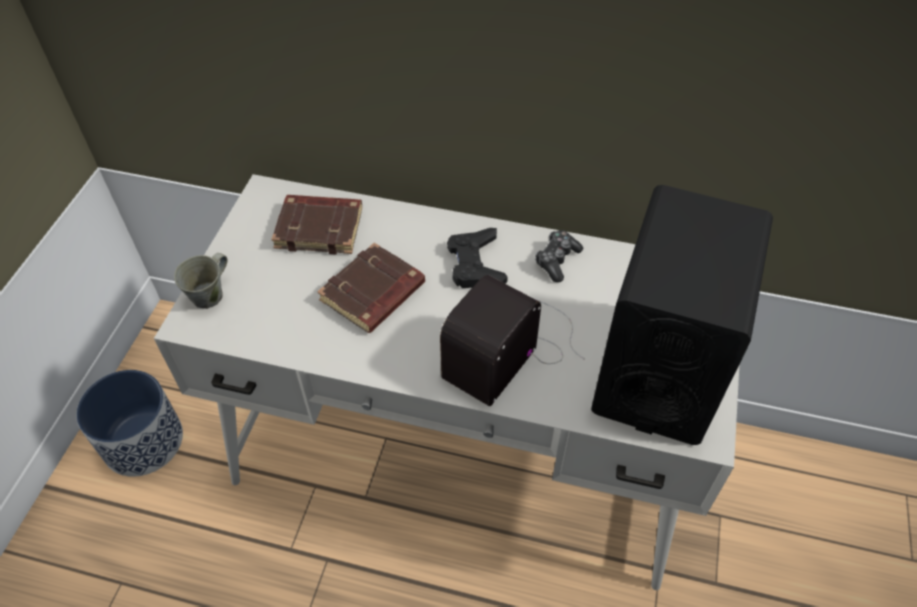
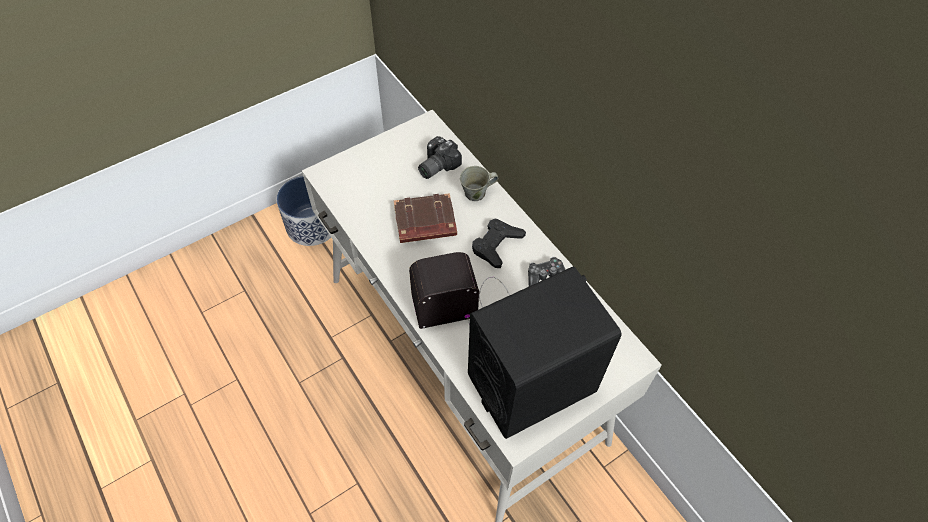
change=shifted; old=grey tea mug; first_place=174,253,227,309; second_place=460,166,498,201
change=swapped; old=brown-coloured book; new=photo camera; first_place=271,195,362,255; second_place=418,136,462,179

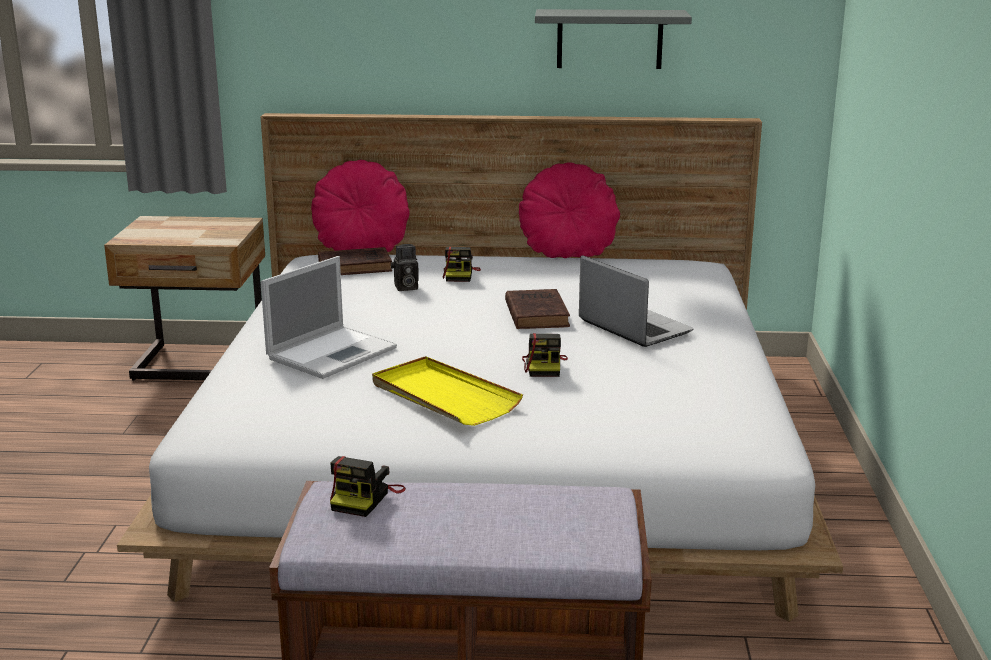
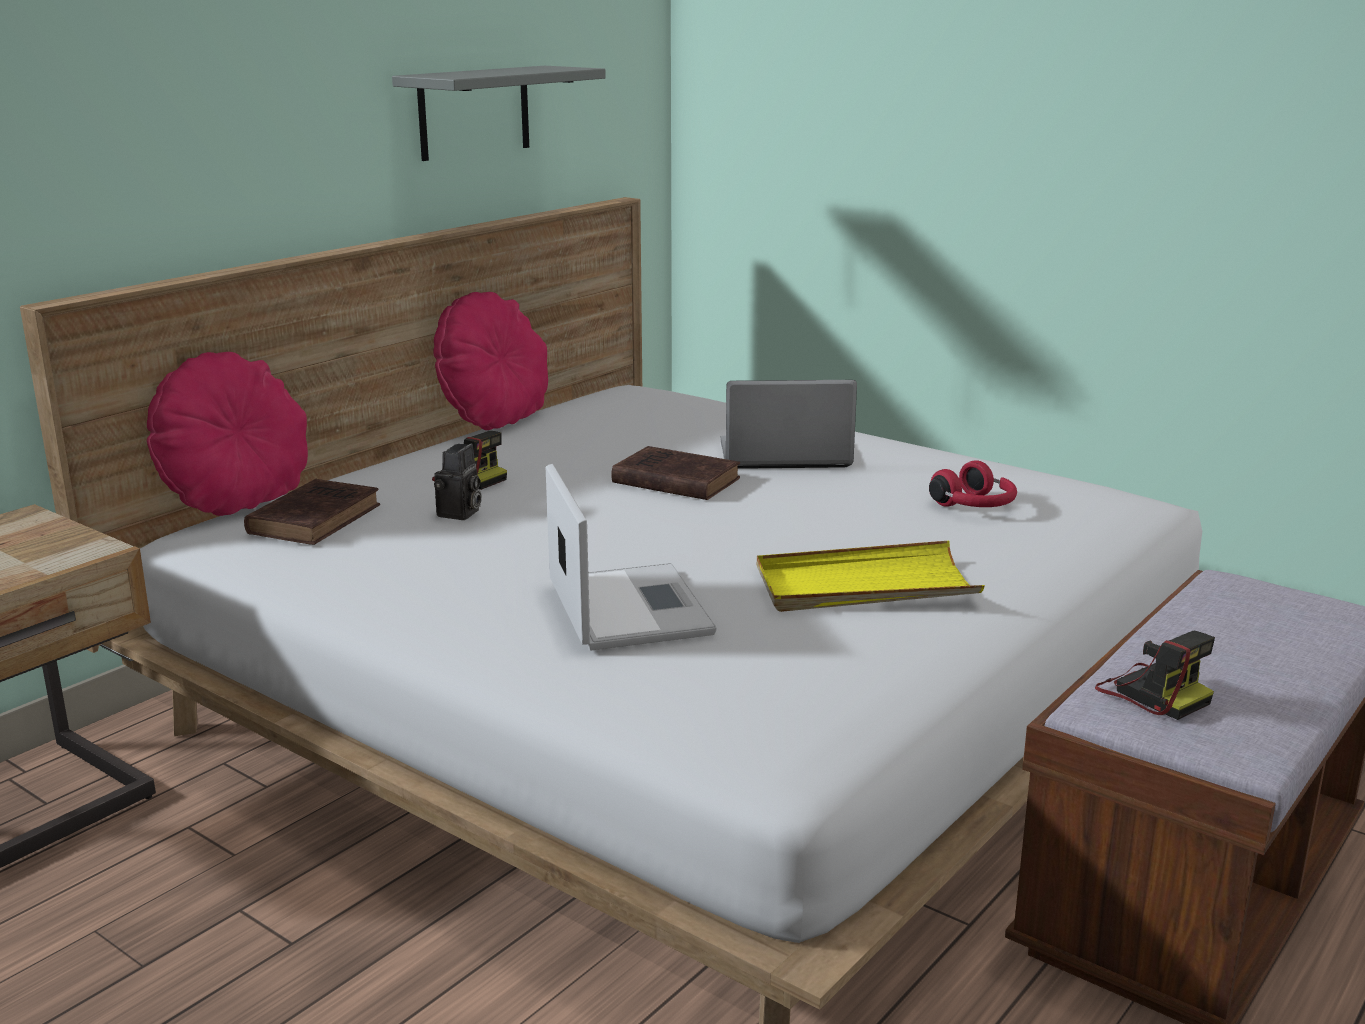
change=gone; old=photo camera; first_place=522,333,568,377
change=new; new=red headphones; second_place=929,460,1017,507

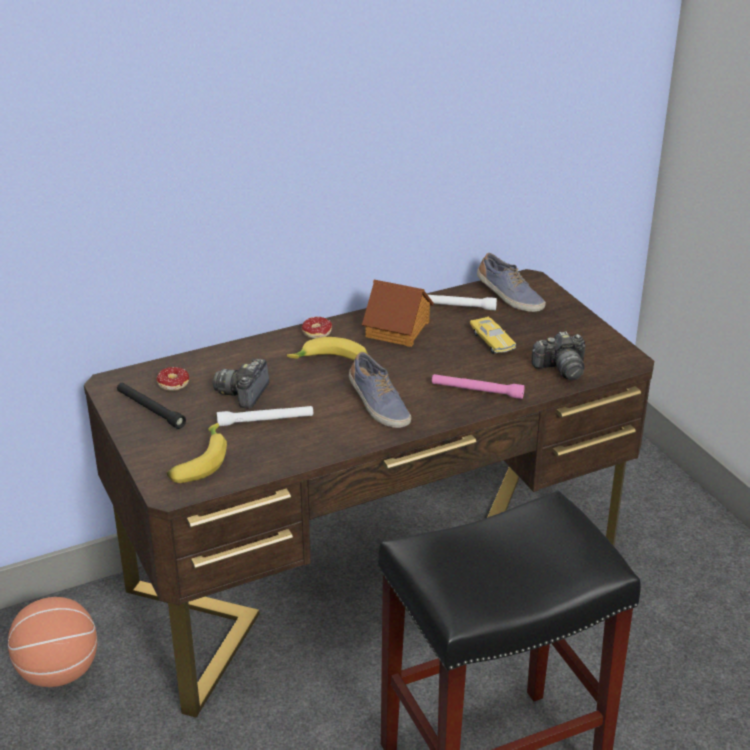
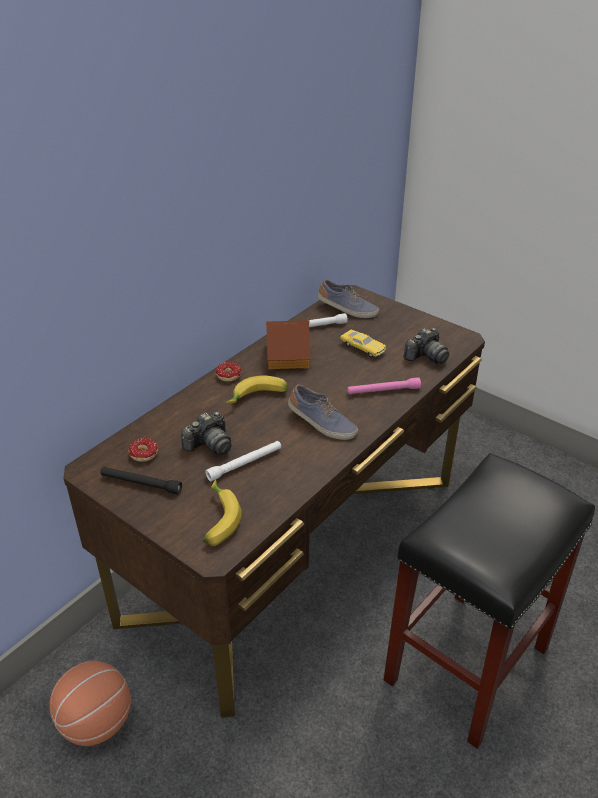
change=rotated; old=photo camera; first_place=213,359,269,408; second_place=181,411,232,455; degrees=-120

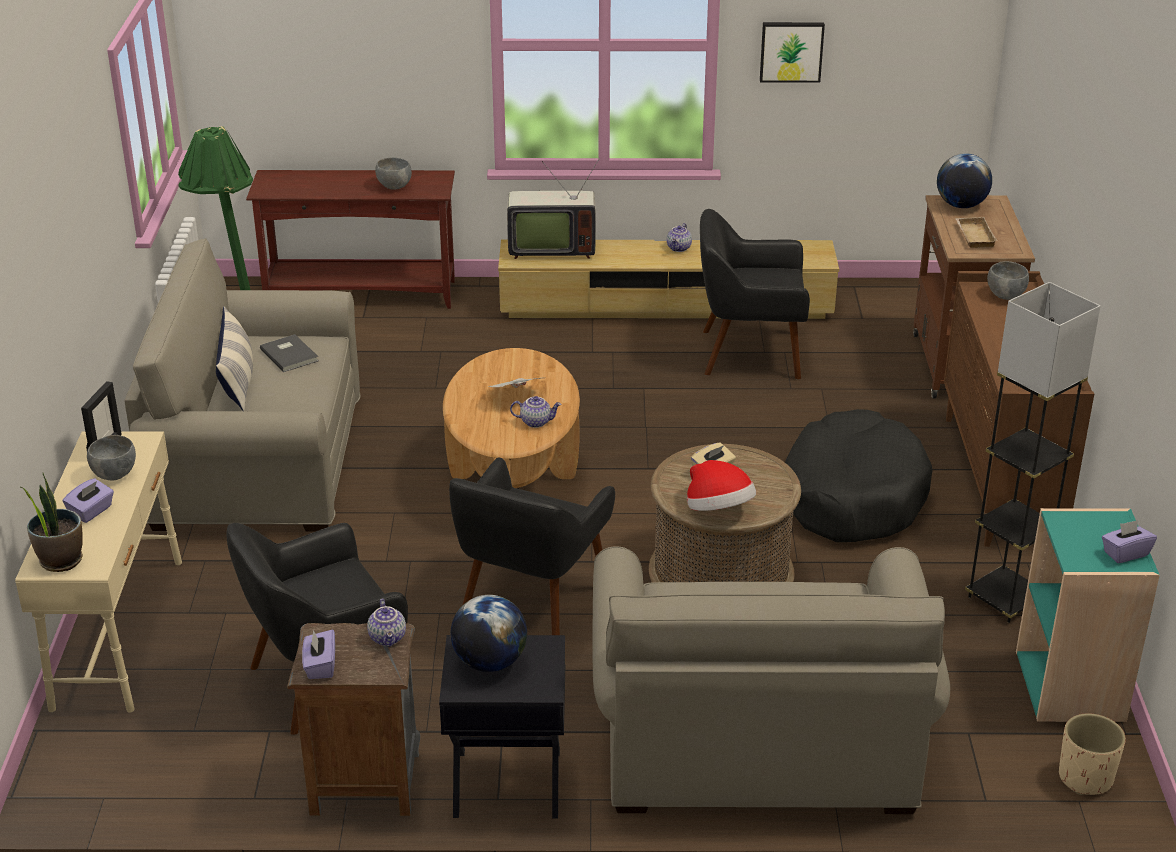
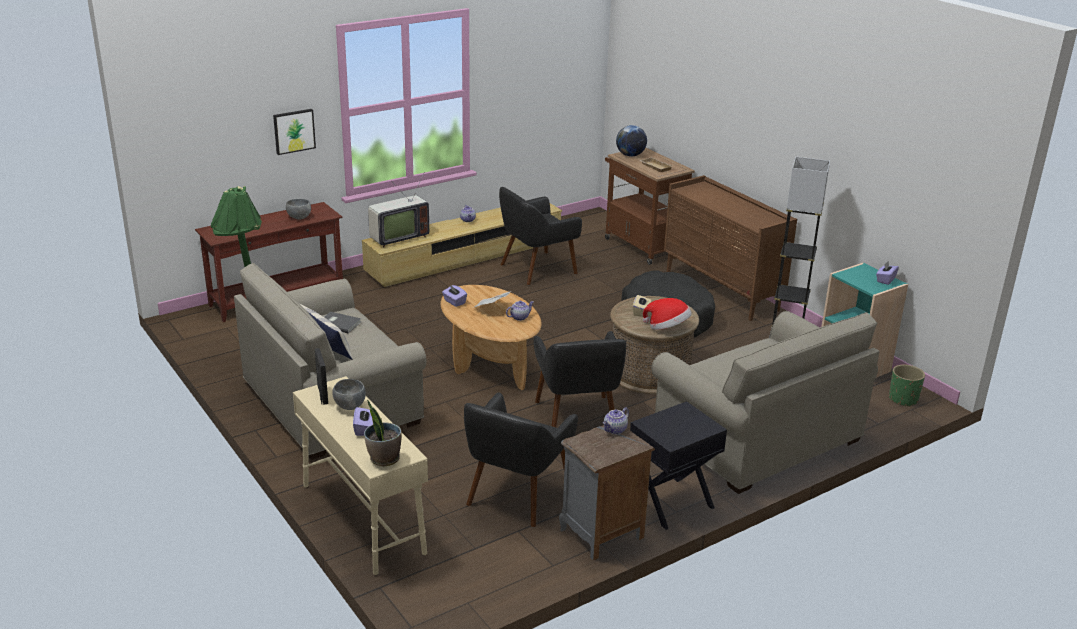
change=gone; old=desk globe; first_place=450,595,527,672
change=gone; old=grey serving bowl; first_place=987,261,1029,300
change=shifted; old=purple-coloured box of tissues; first_place=302,630,335,679; second_place=442,285,467,307
change=shifted; old=wall art; first_place=760,22,825,83; second_place=273,109,316,155
change=repainted; old=beige planter; new=green-coloured planter; first_place=1059,713,1126,795; second_place=889,365,925,407
change=rotated; old=teapot; first_place=367,599,406,647; second_place=603,407,629,434; degrees=90

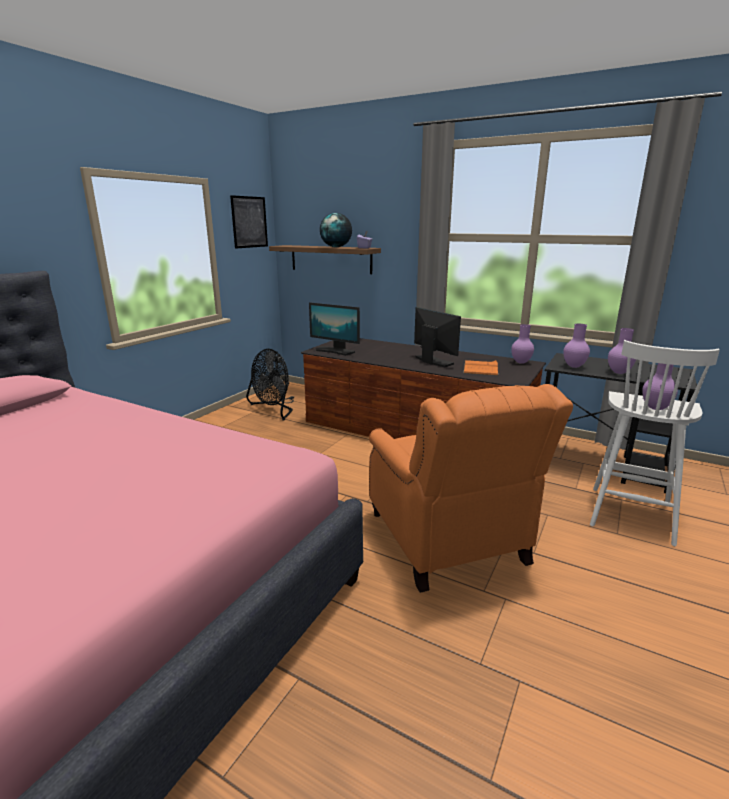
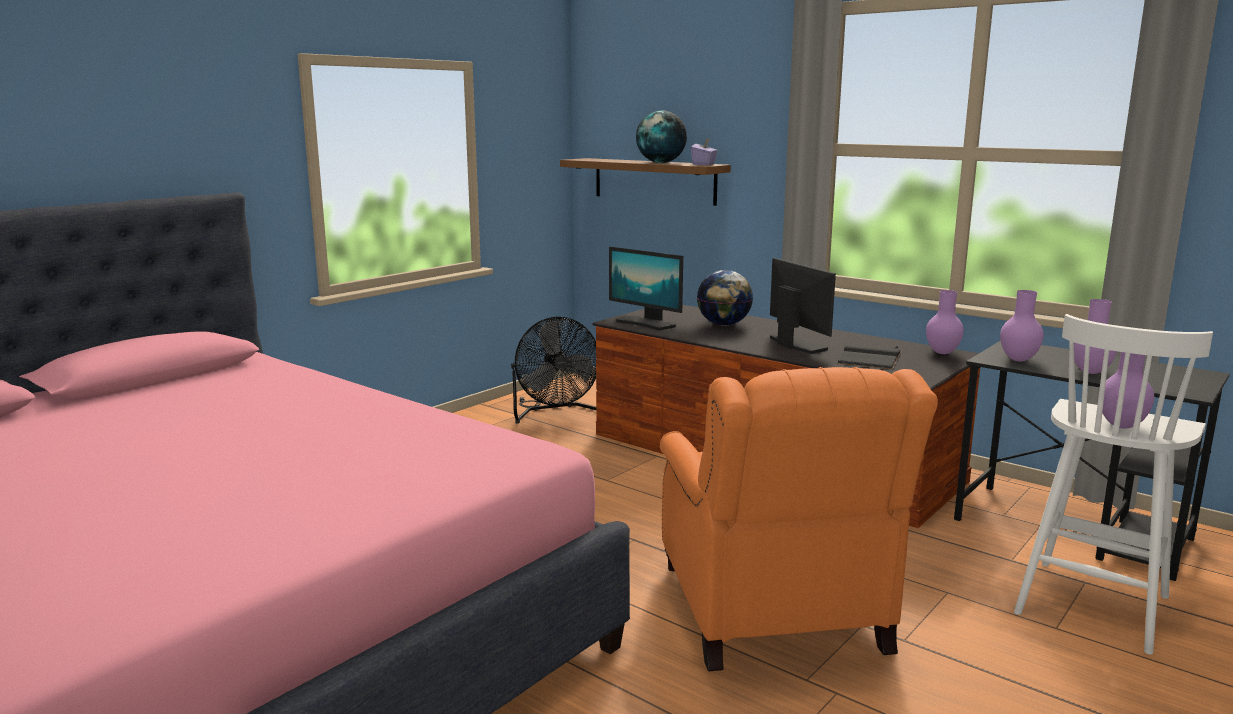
change=gone; old=wall art; first_place=230,195,268,249
change=new; new=desk globe; second_place=697,270,753,326
change=repainted; old=orange-coloured book; new=black book; first_place=463,360,498,376; second_place=837,345,901,370
change=rotated; old=black cooling fan; first_place=246,349,294,420; second_place=511,317,598,424; degrees=-75

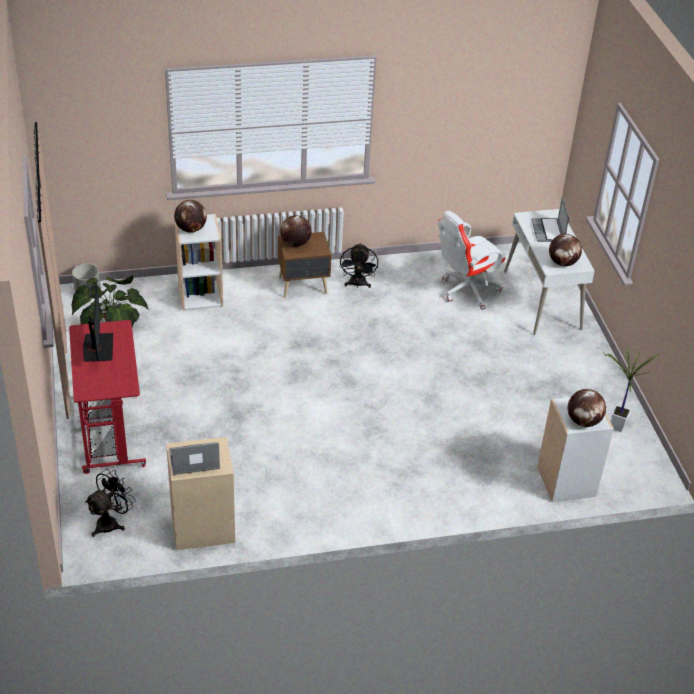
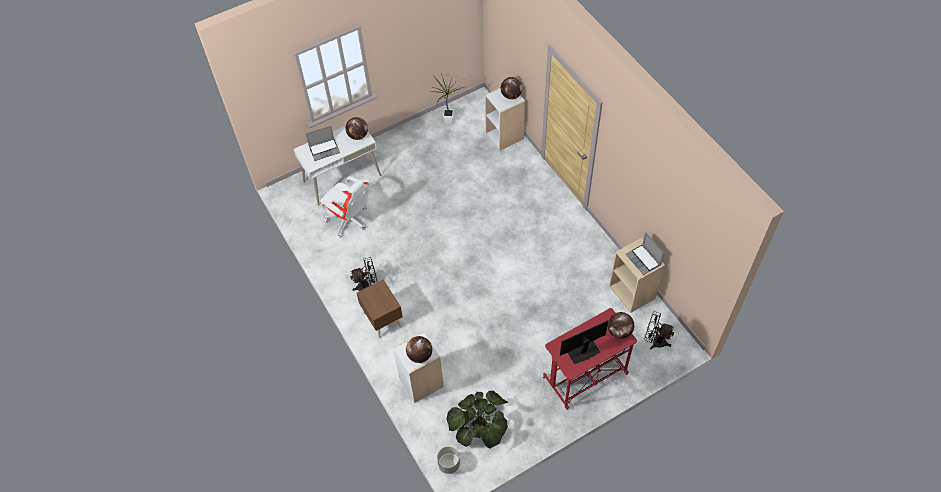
change=shifted; old=desk globe; first_place=280,215,312,247; second_place=608,312,634,339

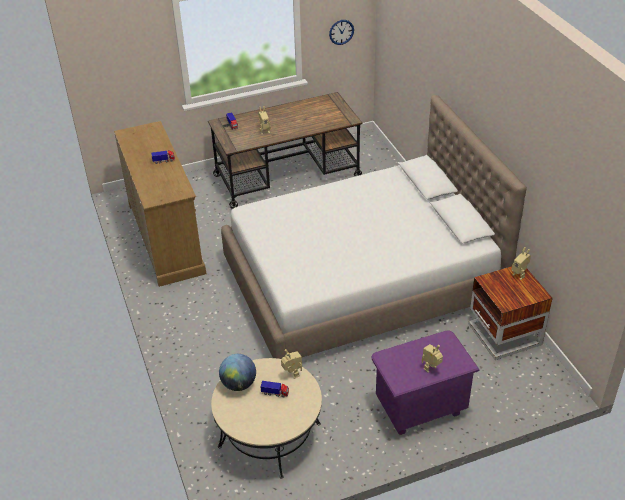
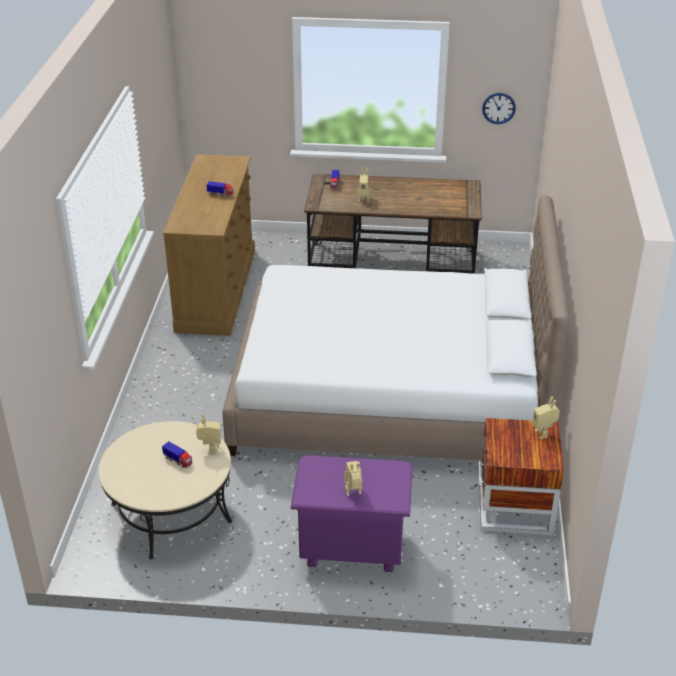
change=gone; old=desk globe; first_place=219,354,256,391

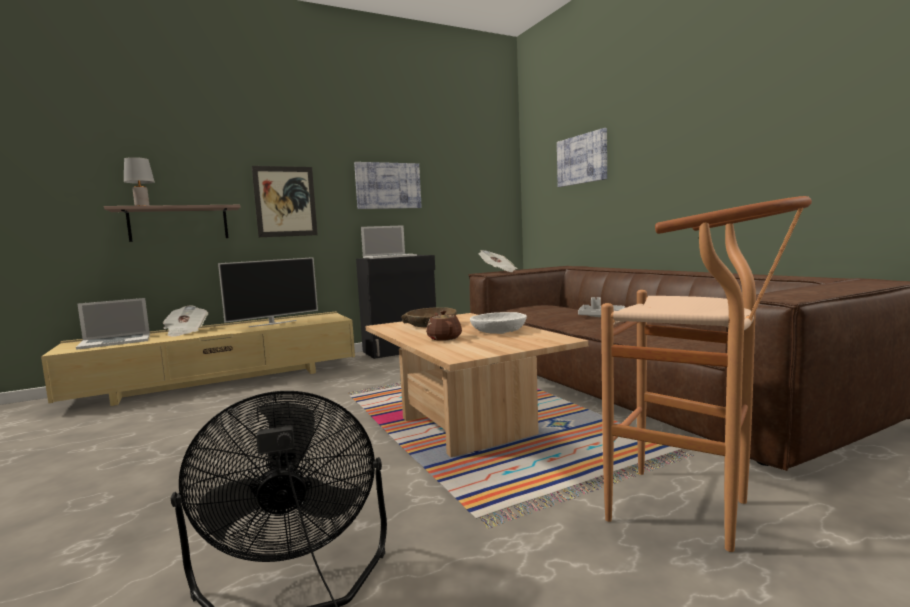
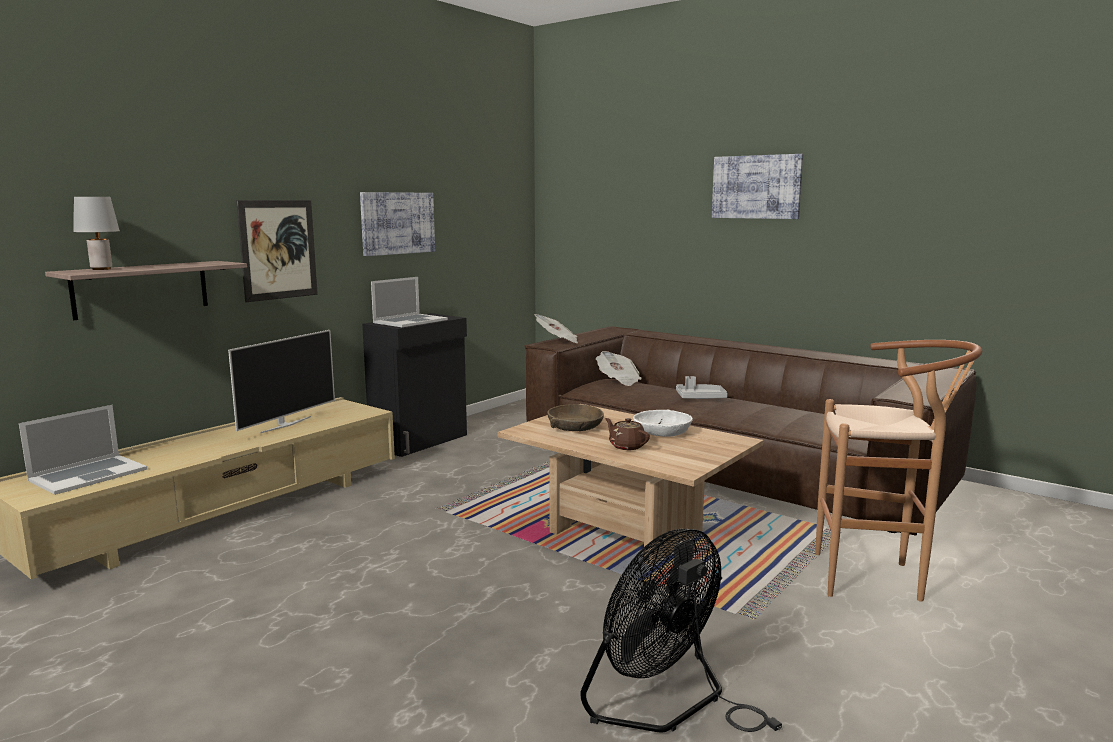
change=shifted; old=daily paper; first_place=163,306,208,337; second_place=596,351,642,386
change=shifted; old=wall art; first_place=557,128,607,187; second_place=712,154,803,219

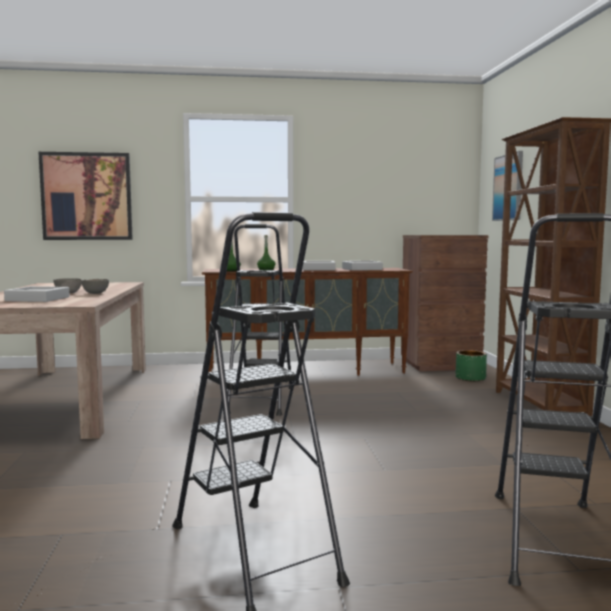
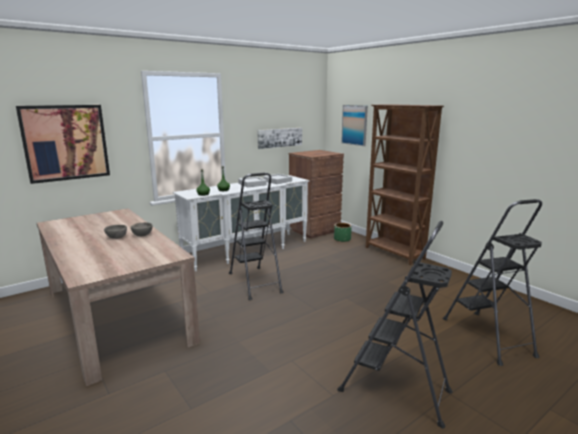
change=gone; old=grey carrying tray; first_place=4,286,69,302
change=new; new=wall art; second_place=258,128,302,149
change=repainted; old=brown-coloured storage cabinet; new=whitish storage cabinet; first_place=202,268,413,376; second_place=172,175,310,271

